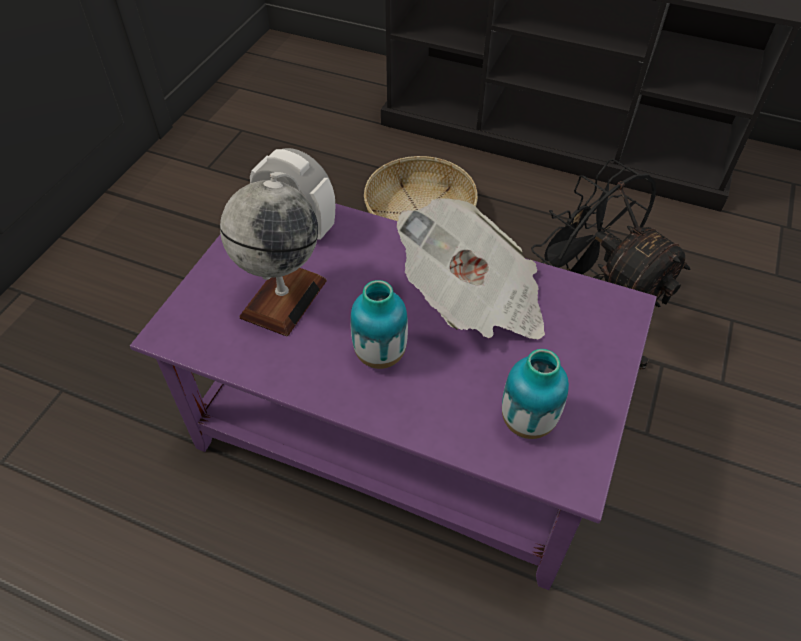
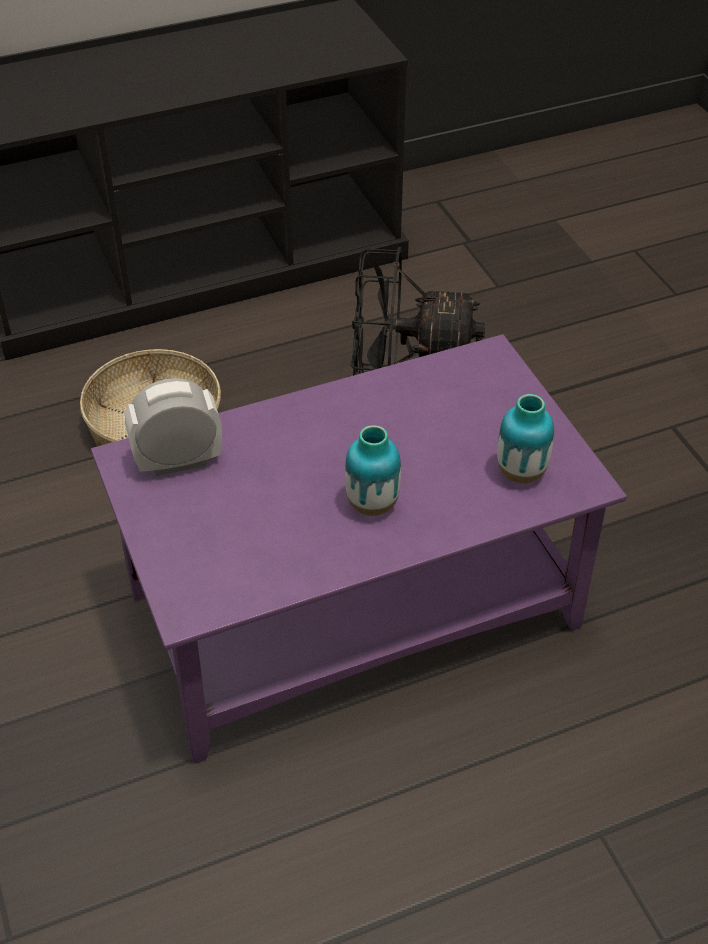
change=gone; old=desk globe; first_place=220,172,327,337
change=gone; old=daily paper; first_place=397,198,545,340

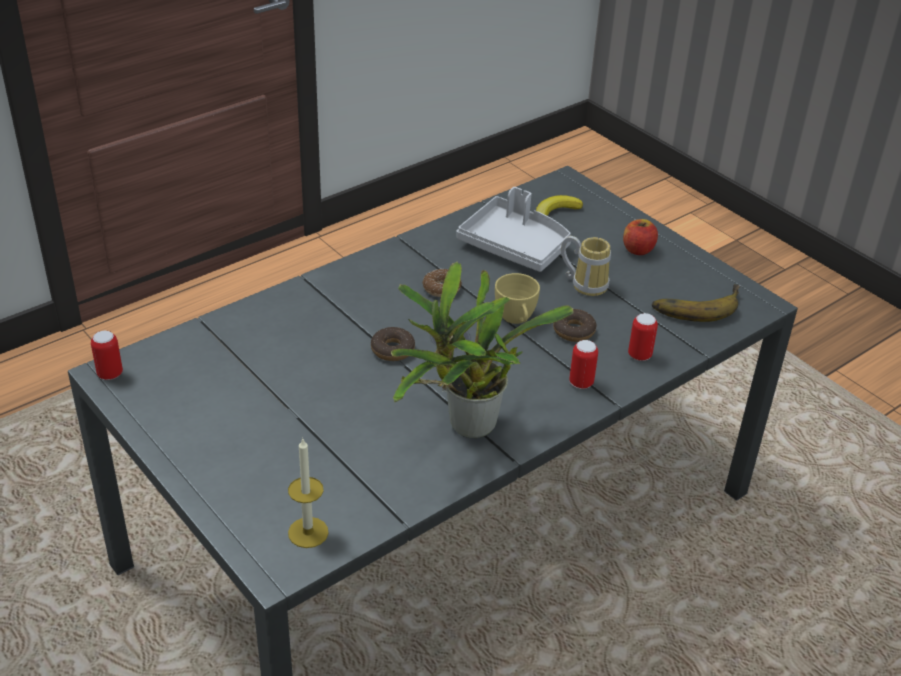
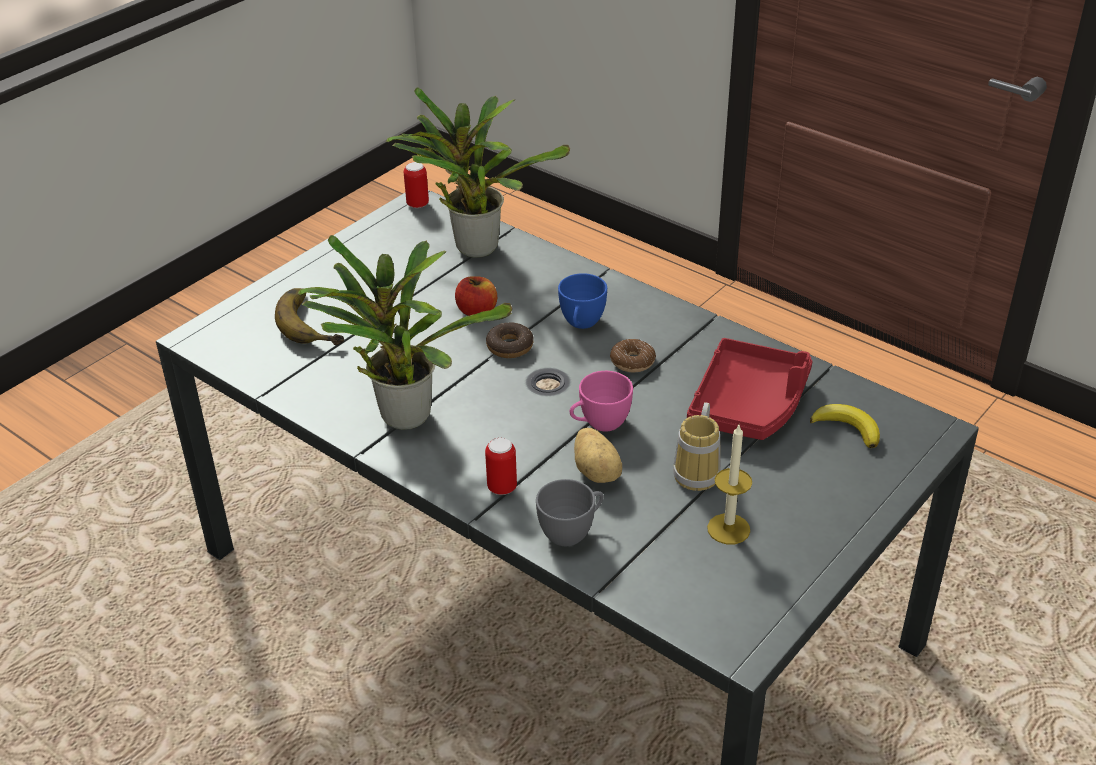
change=new; new=potted plant; second_place=386,88,570,258
change=new; new=blue small cup; second_place=558,273,607,329
change=shifted; old=candle; first_place=288,438,329,548; second_place=707,425,752,544
change=shifted; old=apple fruit; first_place=623,219,658,255; second_place=455,276,497,316
change=shifted; old=whole banana; first_place=652,284,740,322; second_place=275,288,344,345
change=swapped; old=doughnut; new=whole potato; first_place=553,309,596,342; second_place=574,428,622,483
change=swapped; old=sealed can; new=grey small cup; first_place=628,313,658,361; second_place=536,479,604,546
change=repainted; old=grey carrying tray; new=red carrying tray; first_place=457,187,571,272; second_place=687,338,813,440
change=repainted; old=yellow-coloured small cup; new=pink small cup; first_place=495,273,540,324; second_place=570,371,633,432

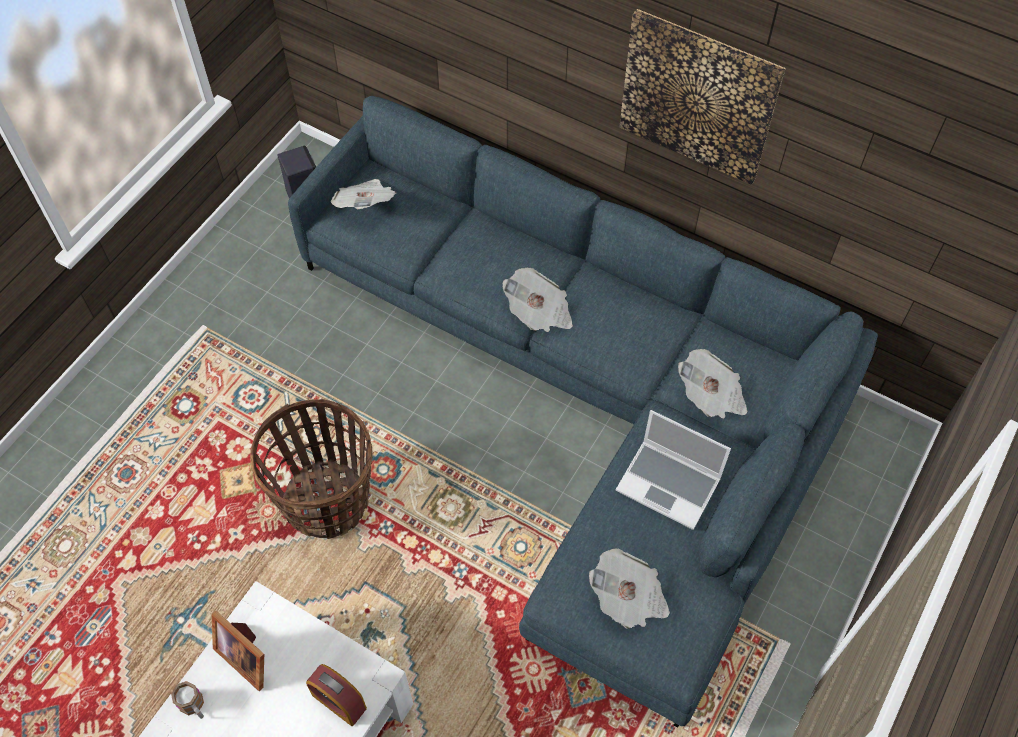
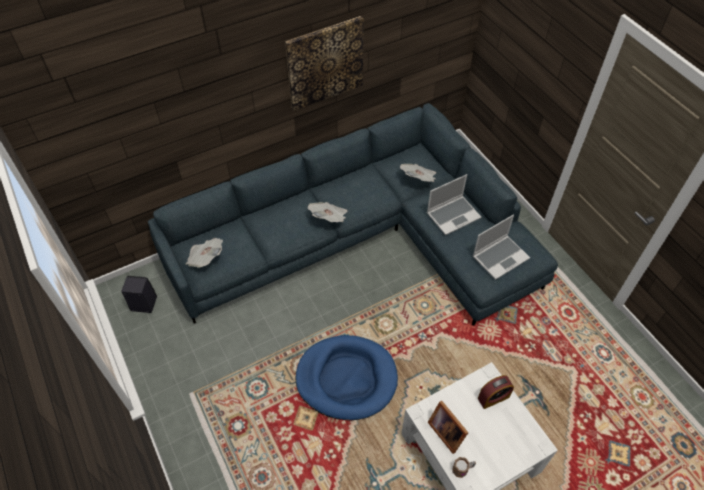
change=swapped; old=household basket; new=blue dog cushion; first_place=250,399,373,539; second_place=296,335,398,420
change=swapped; old=daily paper; new=portable computer; first_place=589,549,670,629; second_place=473,214,530,280
change=rotated; old=standing frame; first_place=212,611,264,691; second_place=428,401,468,454; degrees=75

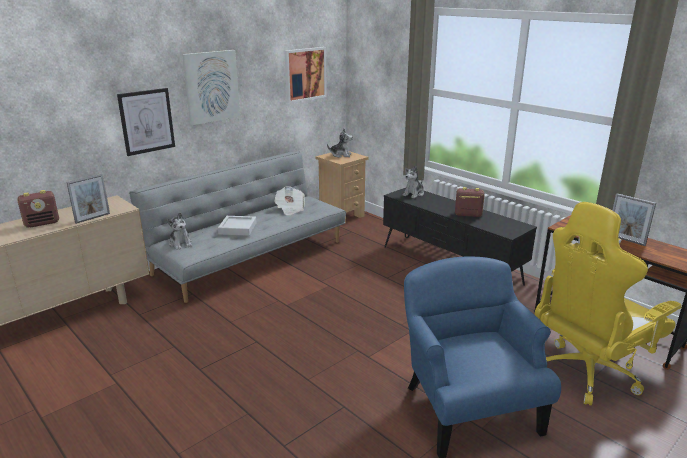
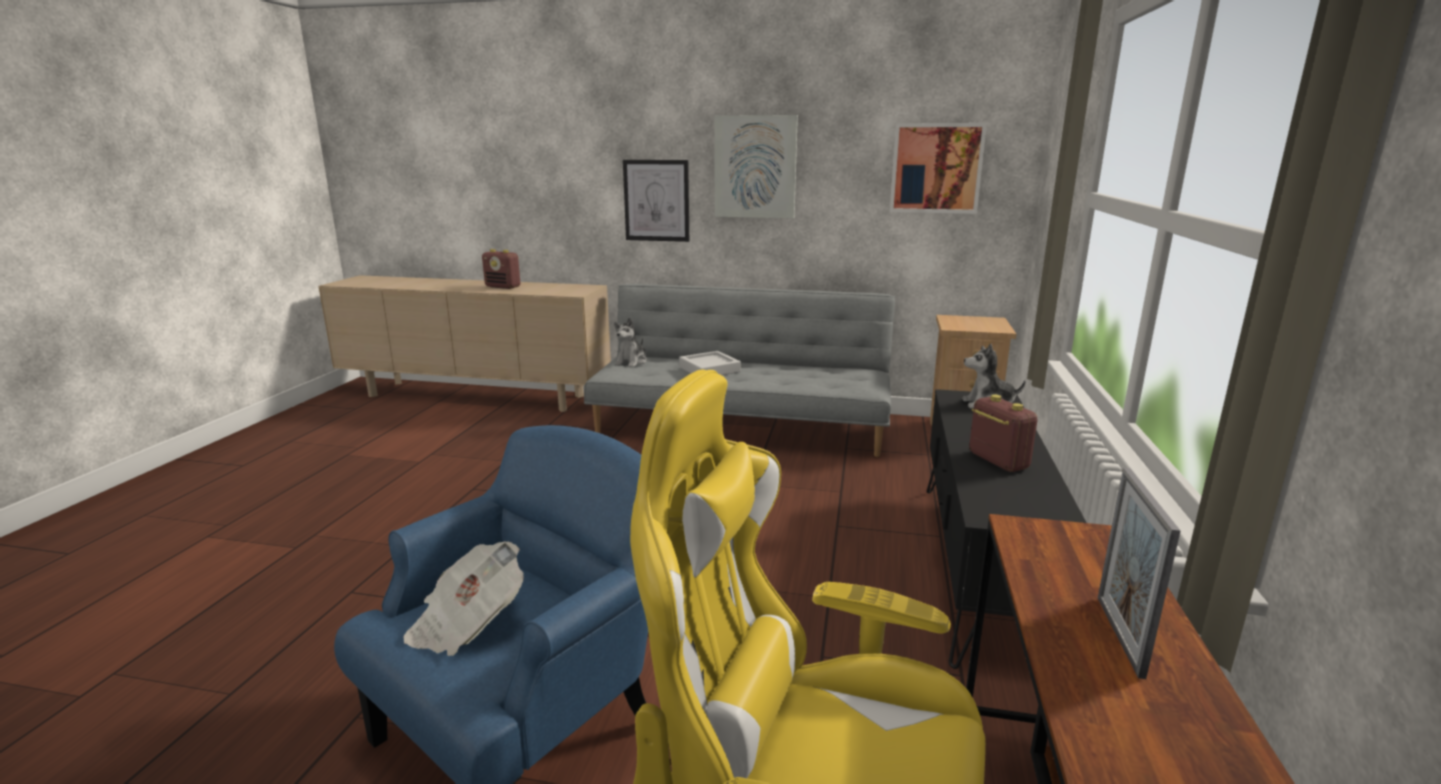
change=gone; old=standing frame; first_place=66,174,110,224
change=gone; old=plush toy; first_place=327,129,353,158
change=shifted; old=daily paper; first_place=274,186,305,215; second_place=403,542,524,656

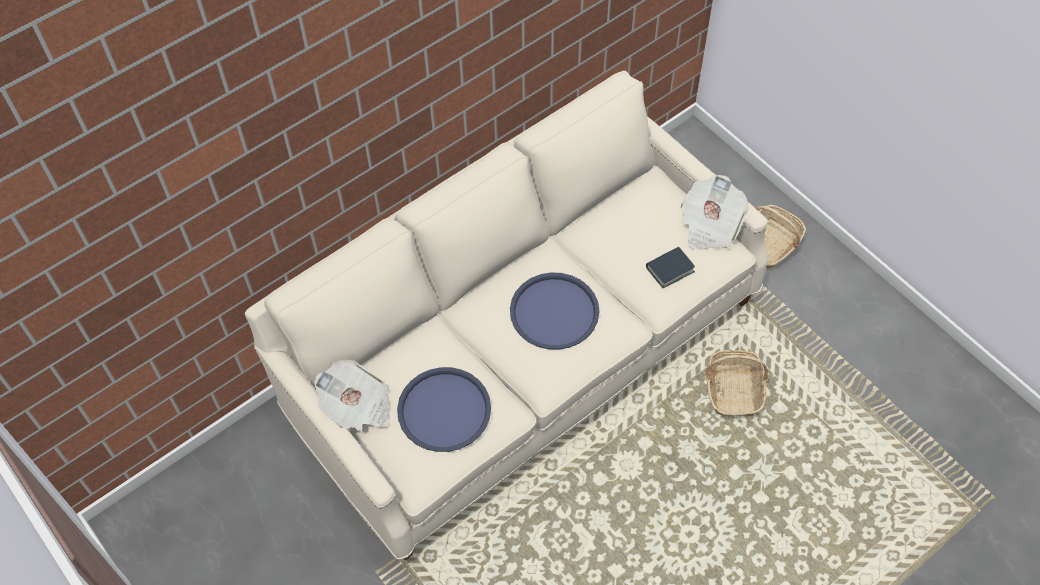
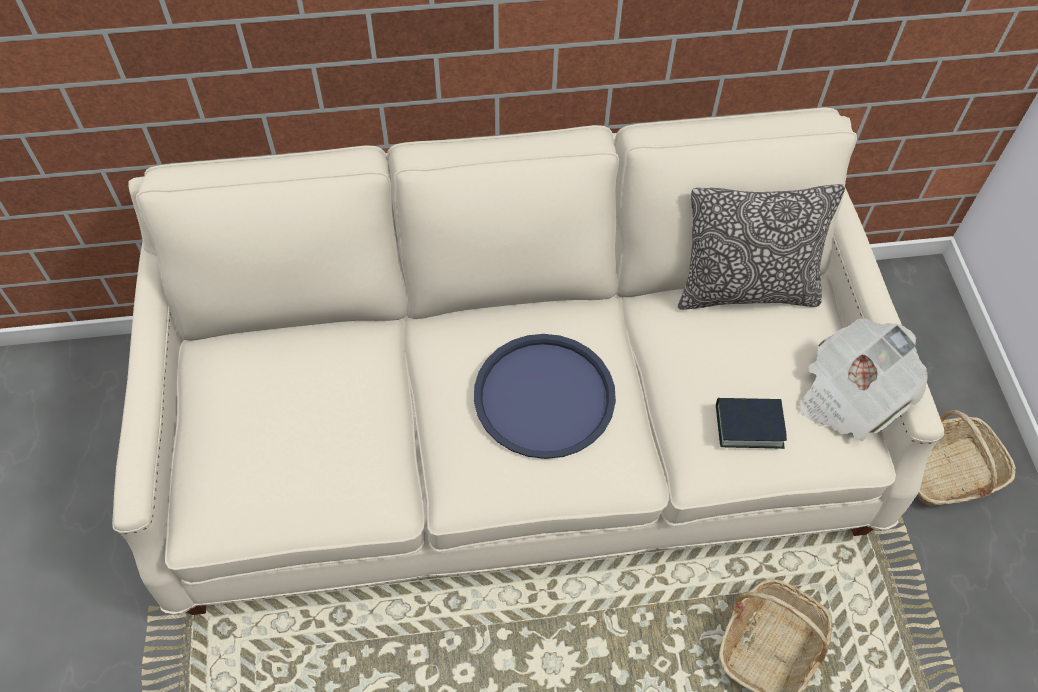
change=gone; old=daily paper; first_place=314,359,390,431
change=gone; old=blue carrying tray; first_place=397,367,491,452
change=new; new=throw pillow; second_place=678,184,845,310

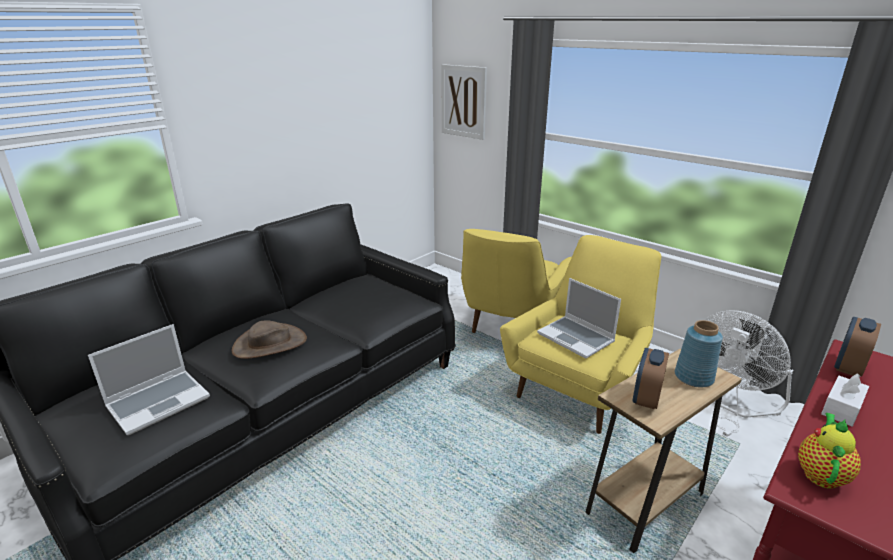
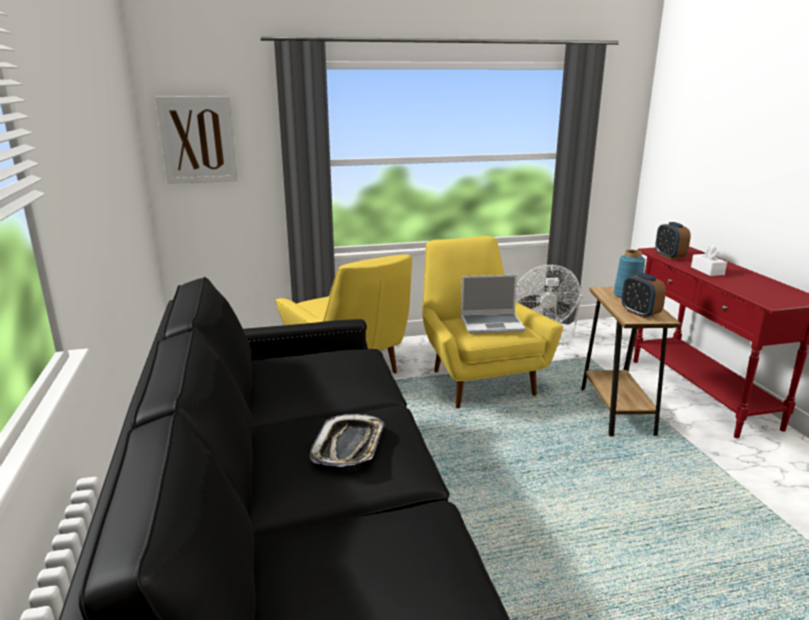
change=gone; old=portable computer; first_place=88,324,210,435
change=gone; old=teapot; first_place=798,413,861,489
change=swapped; old=brown-coloured wearable hat; new=carrying tray; first_place=232,320,307,359; second_place=310,414,385,467

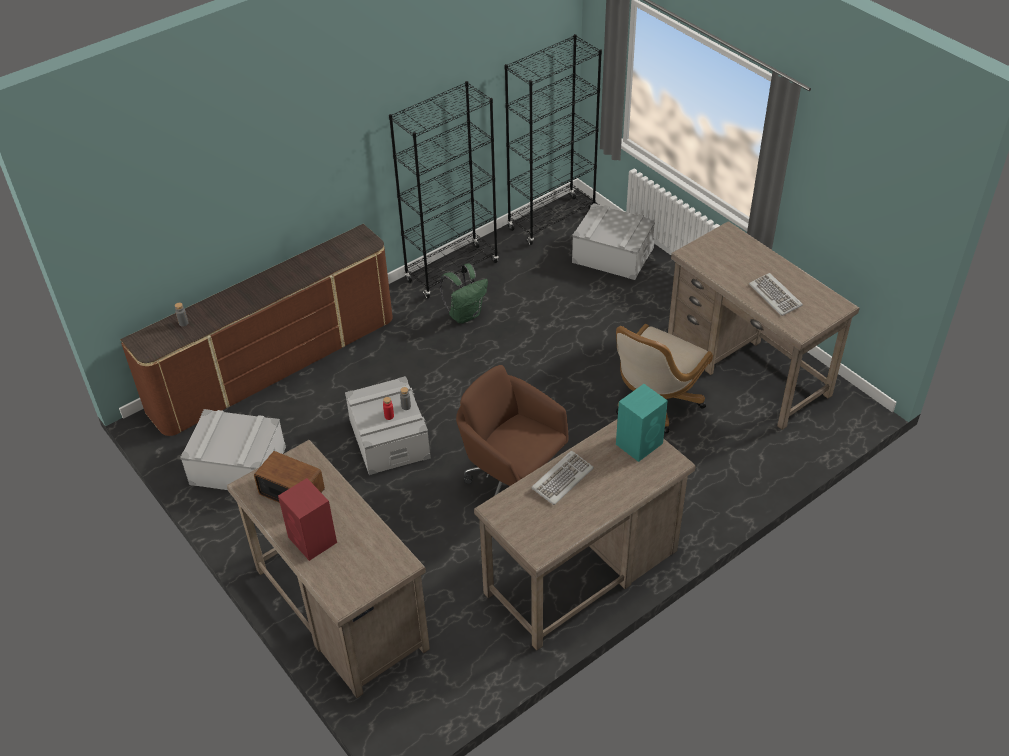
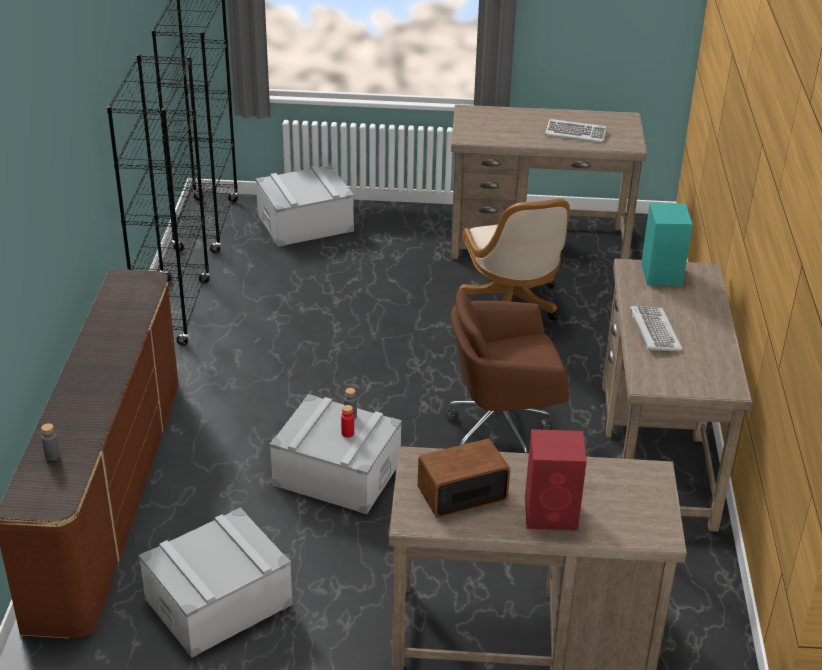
change=gone; old=green-coloured rucksack; first_place=440,263,488,324

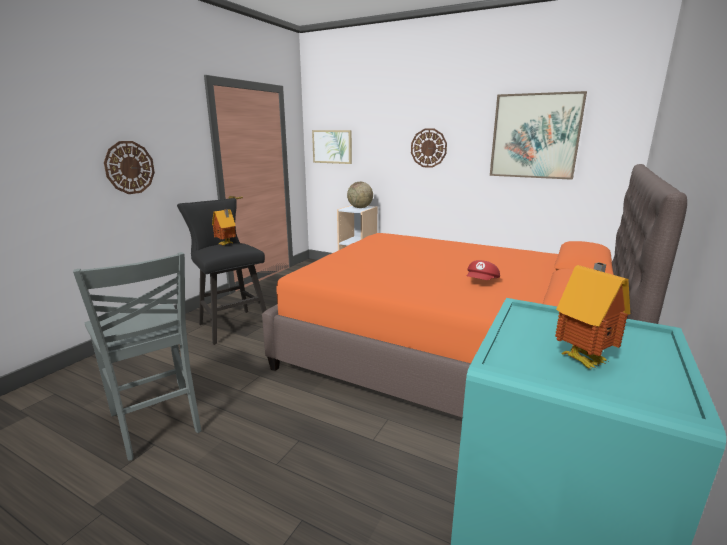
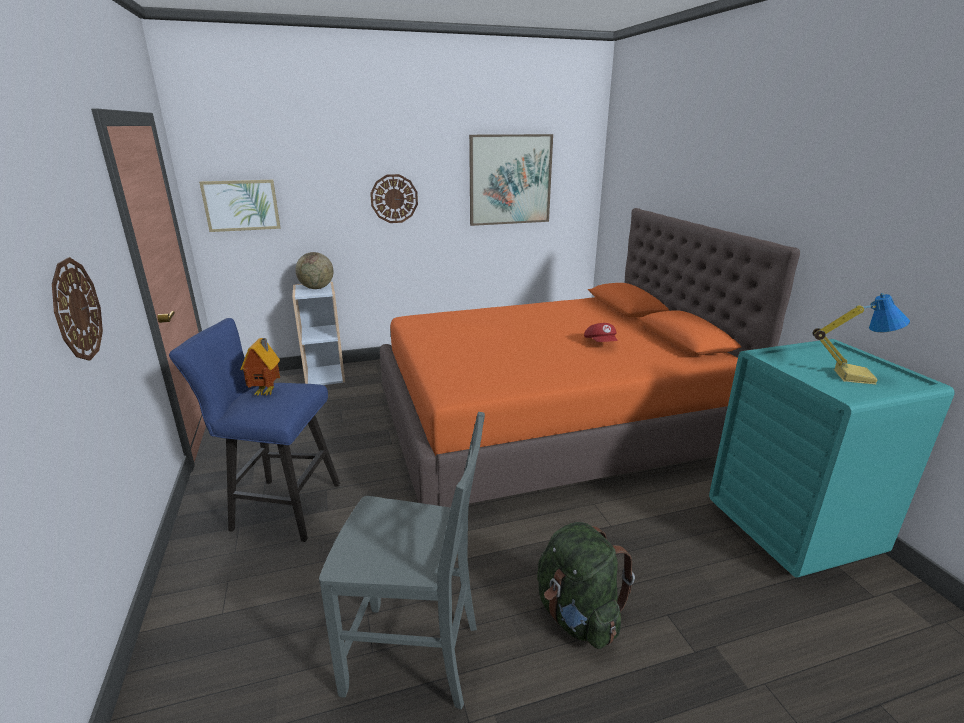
change=new; new=green-coloured rucksack; second_place=537,522,635,649
change=swapped; old=miniature house; new=table lamp; first_place=555,262,630,369; second_place=812,293,910,385
change=repainted; old=black stool; new=blue stool; first_place=177,198,267,345; second_place=169,318,340,542

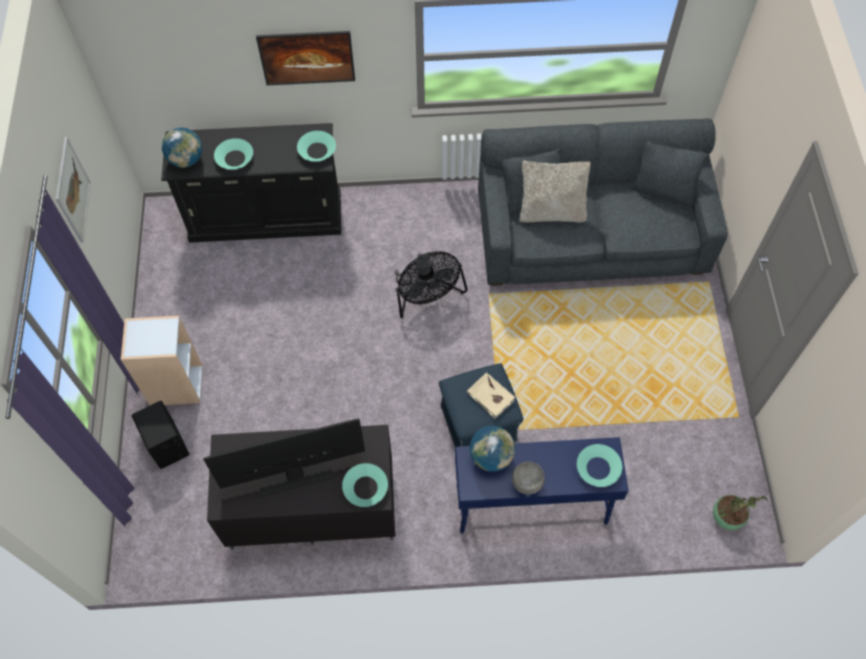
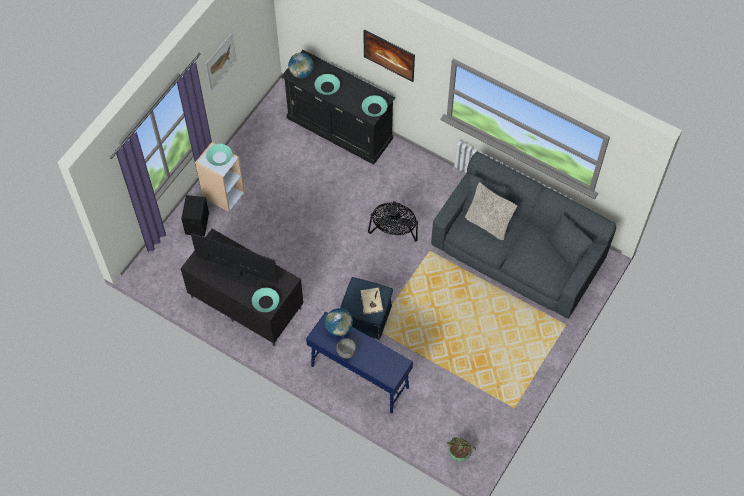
change=shifted; old=turquoise-coloured serving bowl; first_place=577,444,622,487; second_place=206,144,232,166

